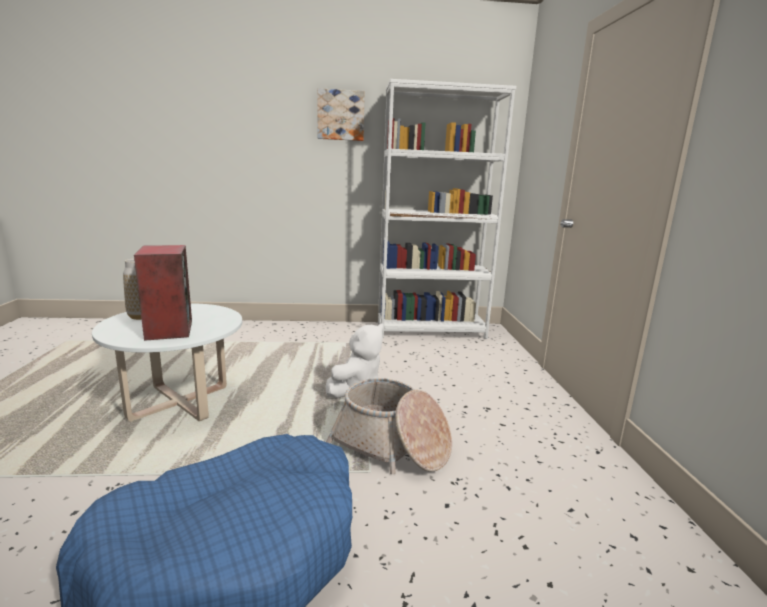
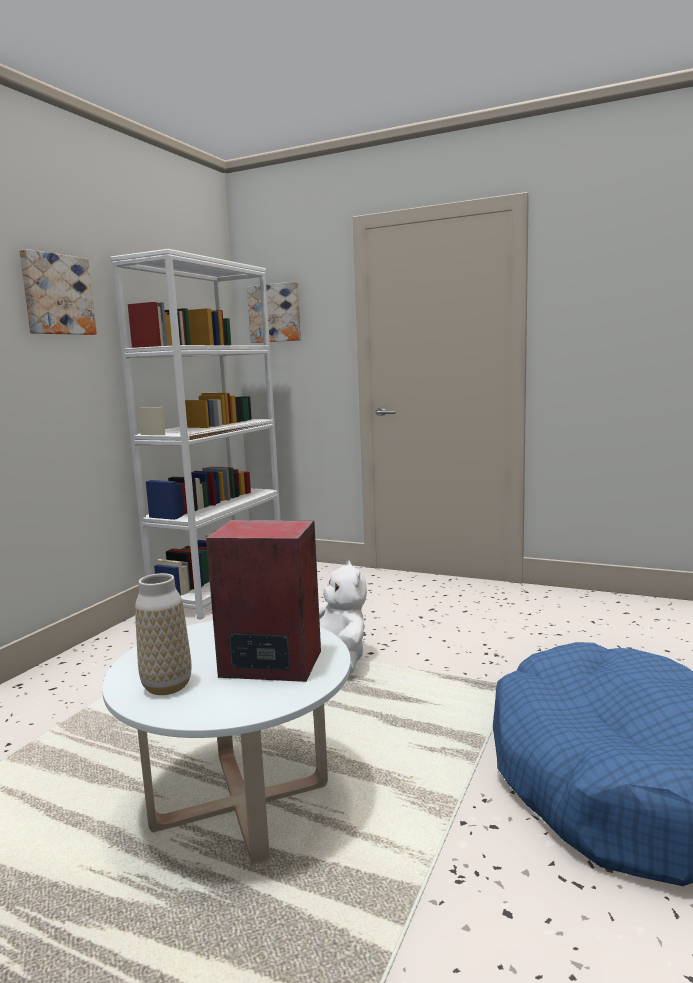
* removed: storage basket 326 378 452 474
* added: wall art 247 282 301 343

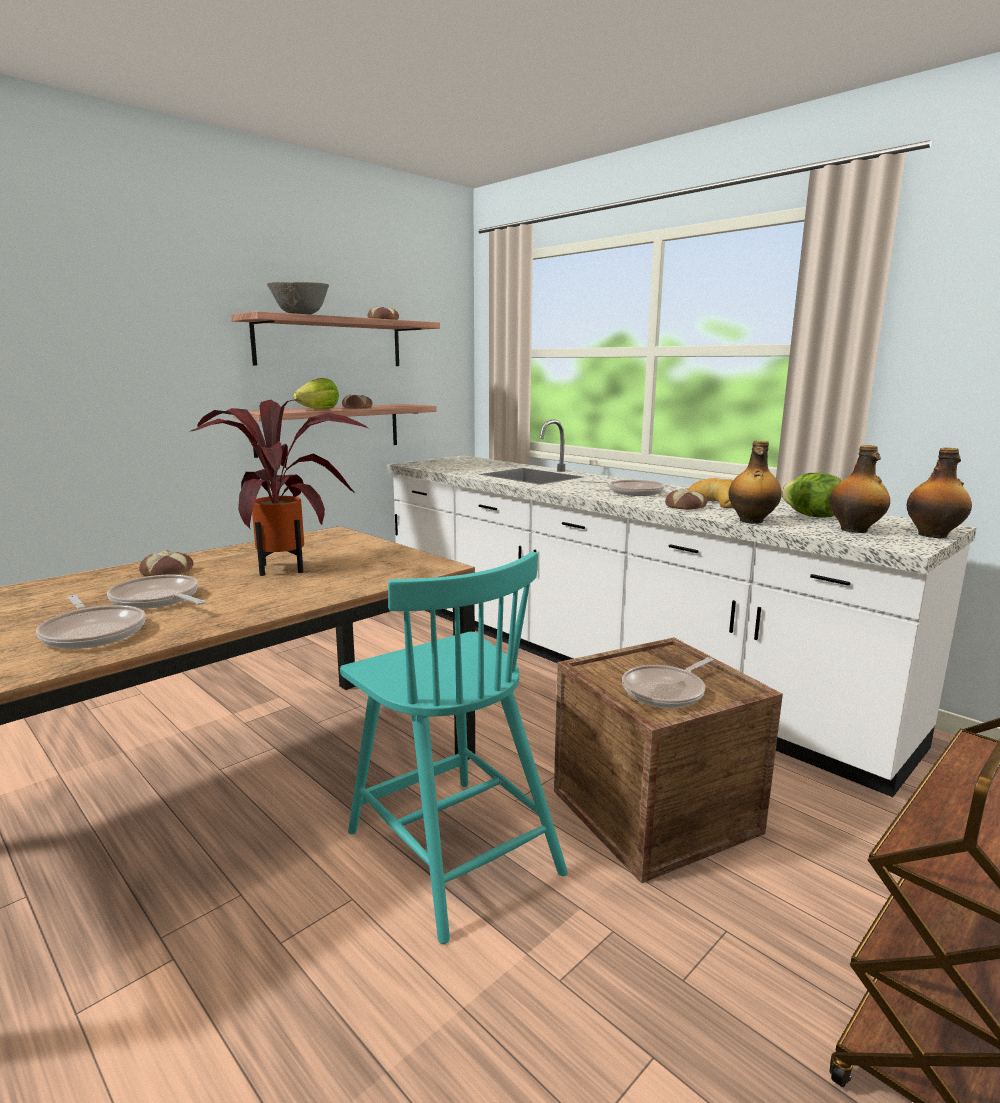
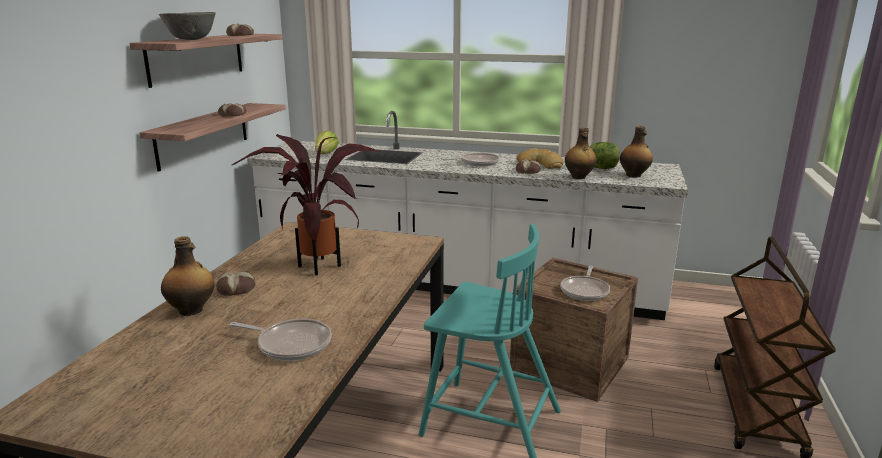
* removed: frying pan 107 574 206 609
* moved: head of lettuce 293 378 339 409 to 315 131 339 154
* moved: beverage bottle 907 447 972 538 to 161 236 214 316

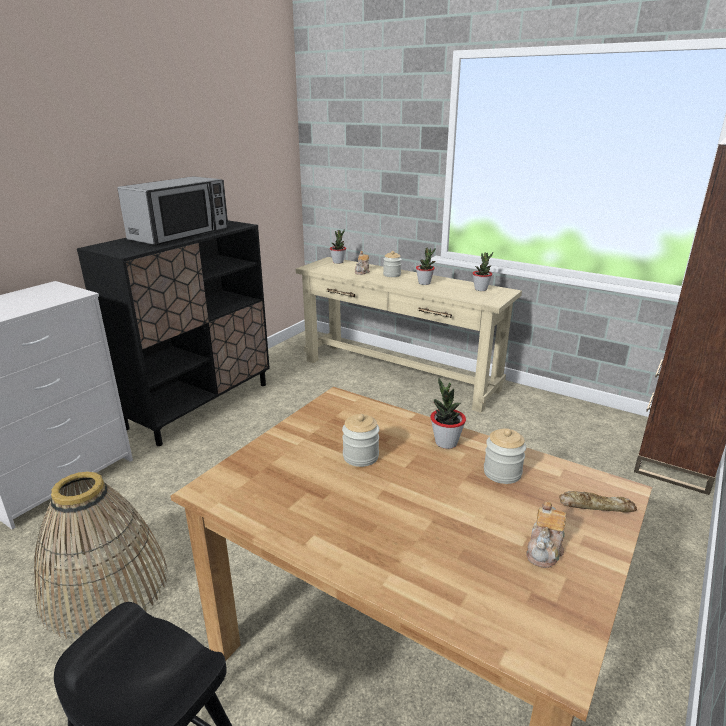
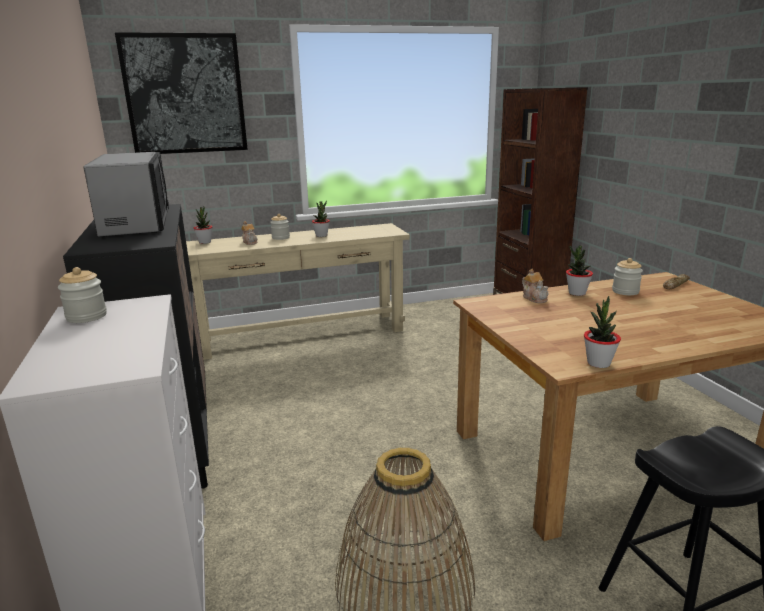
* moved: jar 342 414 379 467 to 58 267 107 323
* moved: plant in a pot 472 252 493 291 to 584 296 621 368
* moved: pot for tea 526 501 566 568 to 522 269 549 303
* added: wall art 115 32 248 154

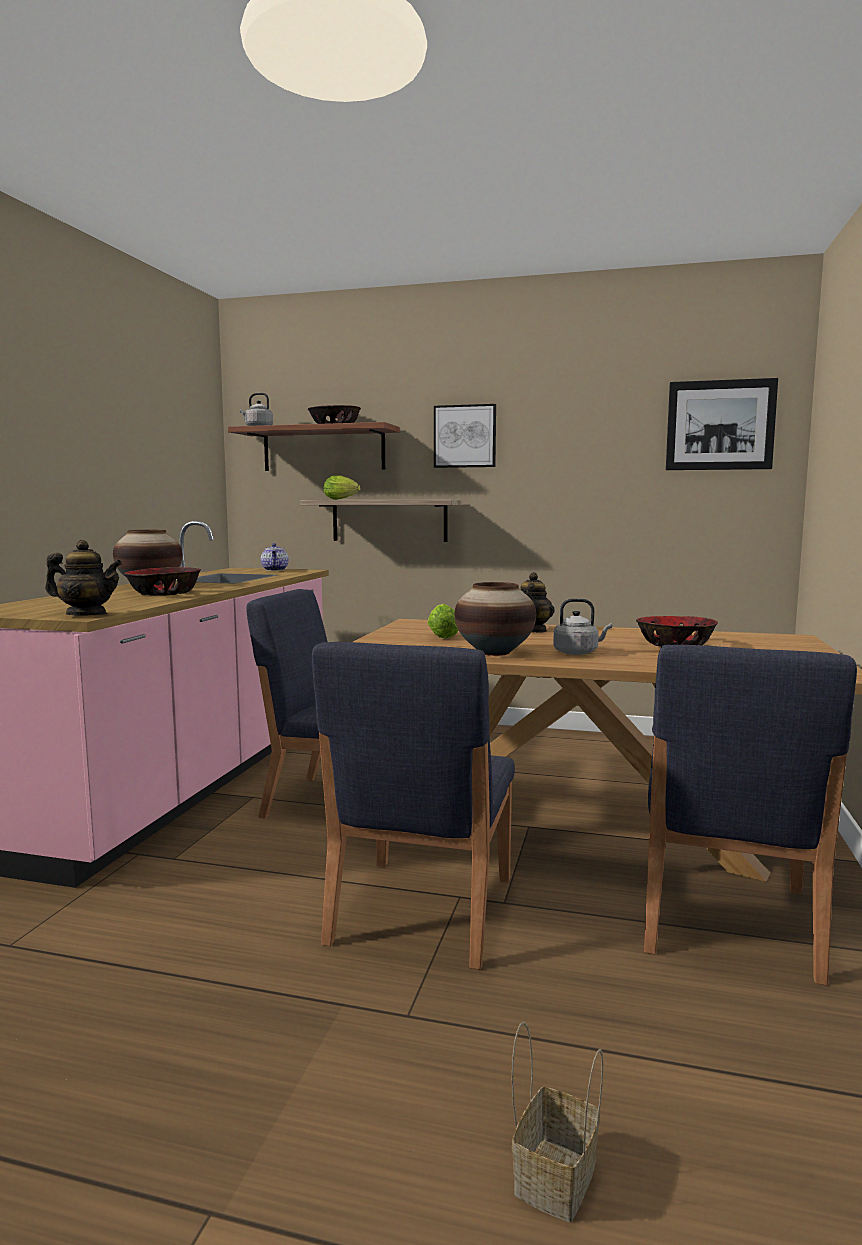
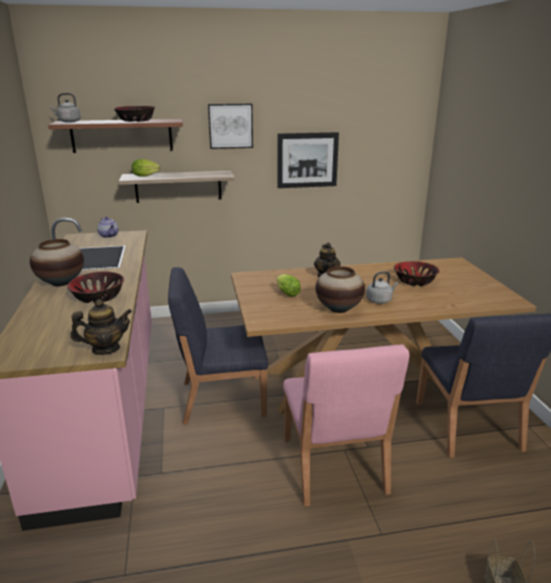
* recoloured: bluish upright chair 312 642 515 970 to pink-coloured upright chair 283 345 410 507
* moved: wall art 666 378 778 470 to 277 132 339 188

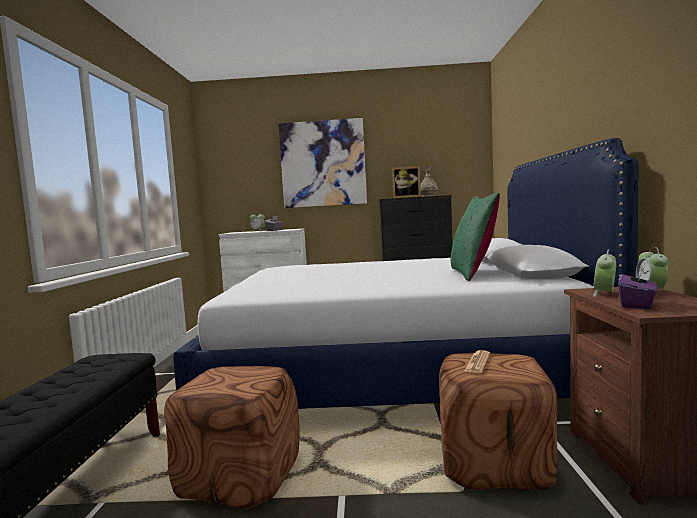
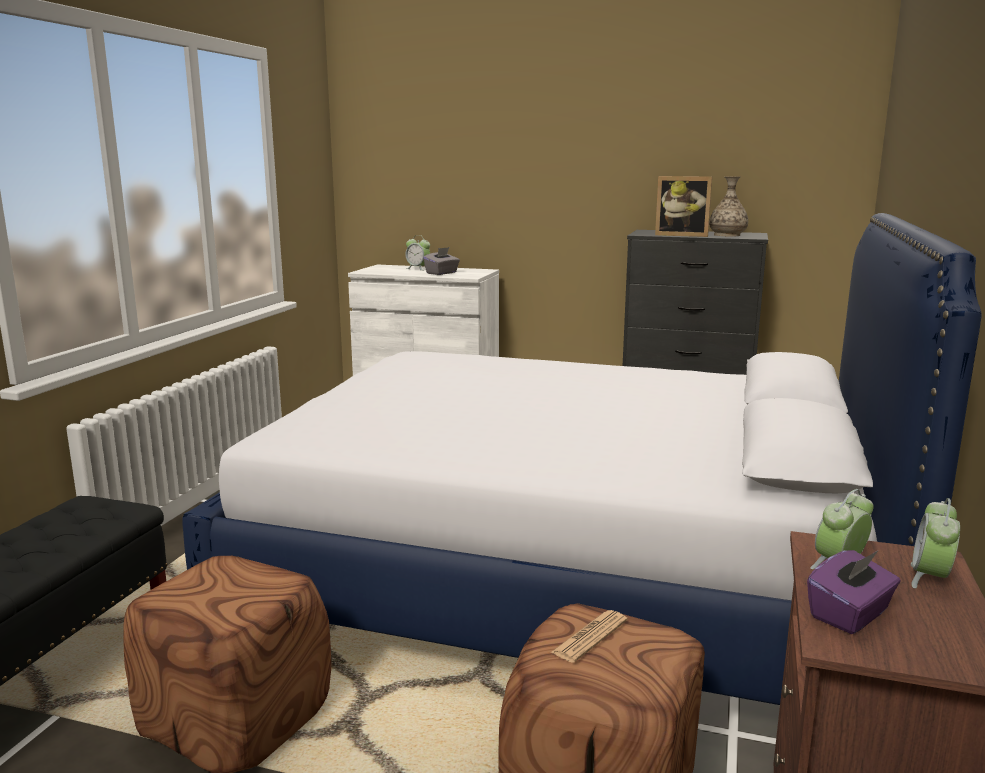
* removed: wall art 278 118 367 208
* removed: green pillow 451 193 500 281

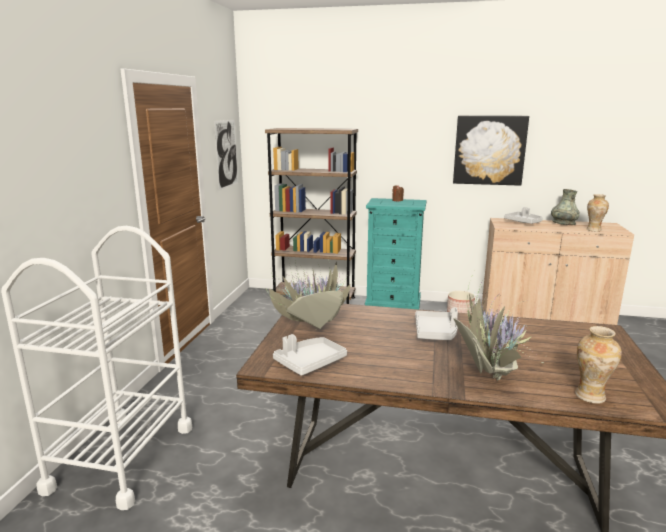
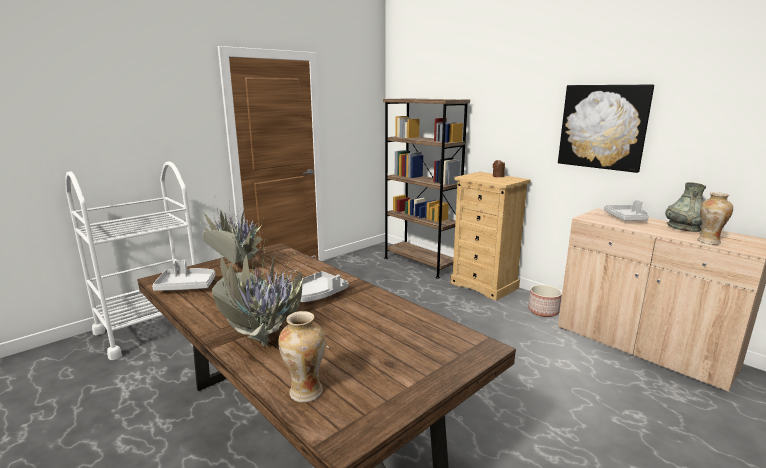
* removed: wall art 214 120 238 190
* recoloured: blue-green dresser 365 198 426 309 to sand-coloured dresser 450 172 531 301

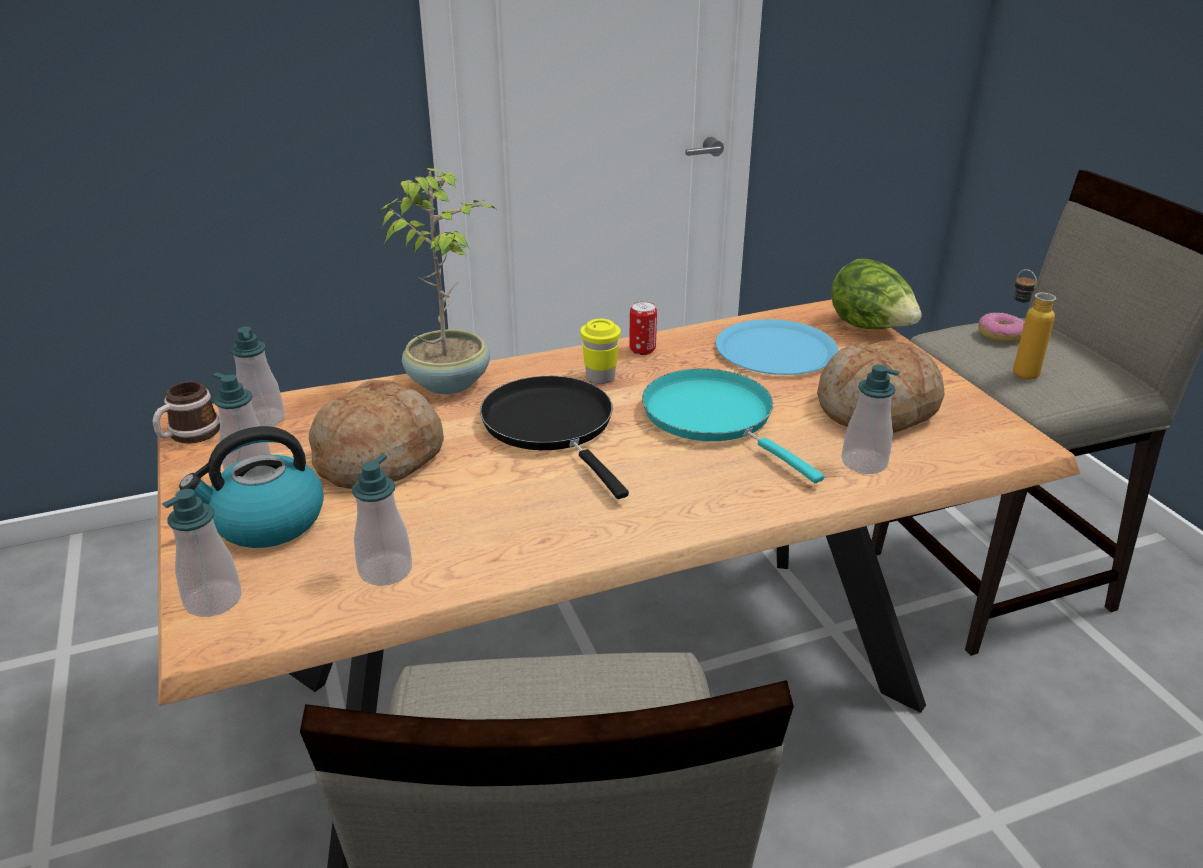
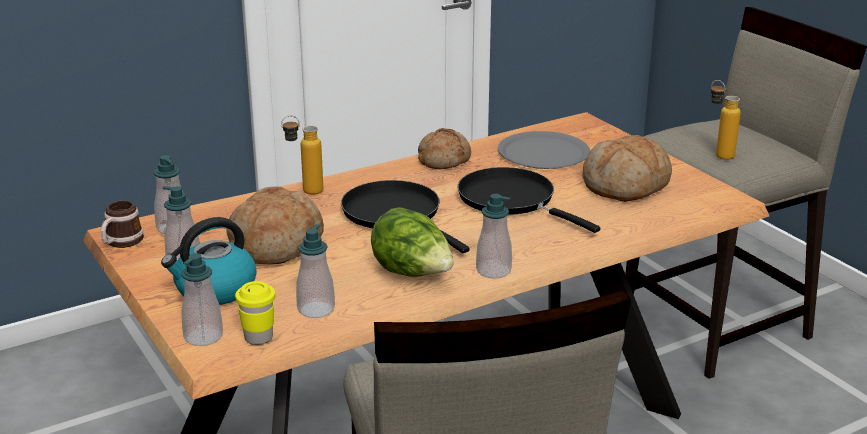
* replaced: plant in a pot 379 168 496 394 to beverage bottle 281 115 323 195
* moved: yellow-coloured small cup 580 319 621 384 to 235 281 275 345
* replaced: sealed can 629 301 657 355 to bakery bread 418 128 471 169
* recoloured: blue-green frying pan 642 369 824 483 to black frying pan 458 167 600 233
* recoloured: bluish plate 716 319 838 375 to gray plate 498 131 590 169
* moved: head of lettuce 831 258 922 329 to 371 207 454 277
* moved: soap dispenser 842 365 900 474 to 476 194 512 279
* removed: doughnut 978 312 1025 343

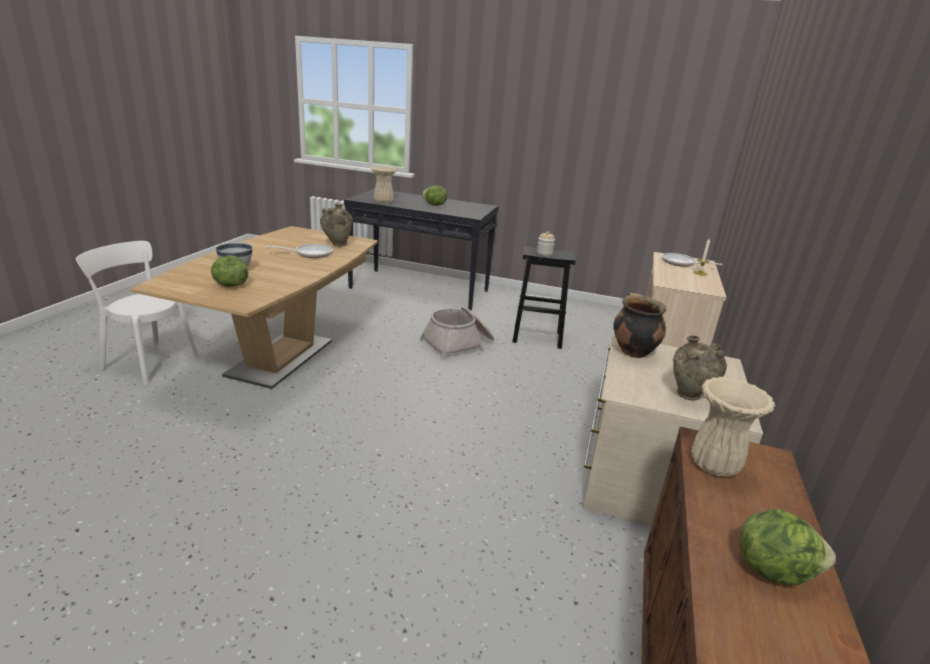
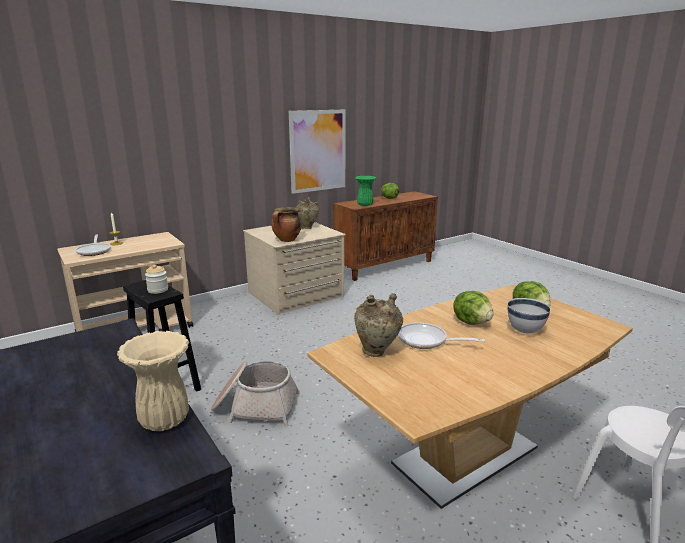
* moved: head of lettuce 422 185 447 206 to 453 291 493 325
* recoloured: sand-coloured vase 691 377 775 477 to green vase 355 176 376 206
* added: wall art 289 110 345 194

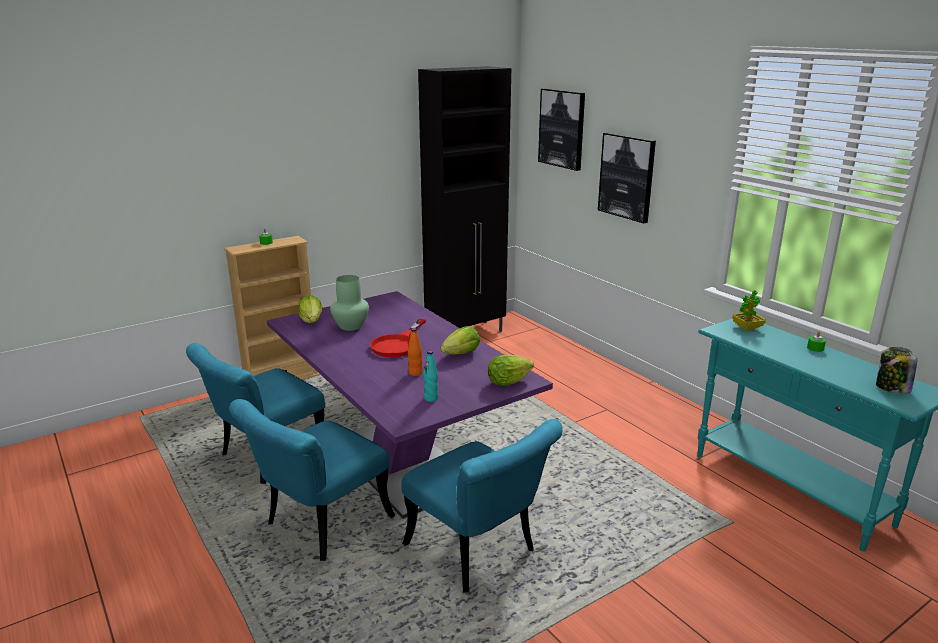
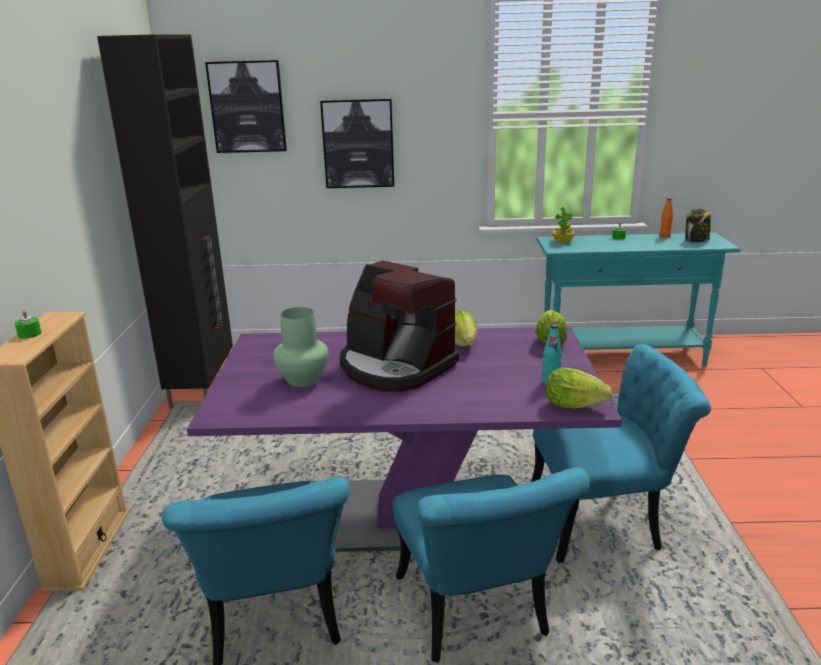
* moved: head of lettuce 299 296 323 323 to 546 367 612 409
* replaced: reddish frying pan 370 319 426 357 to coffee maker 339 260 459 392
* moved: orange beverage bottle 408 328 423 376 to 659 198 673 238

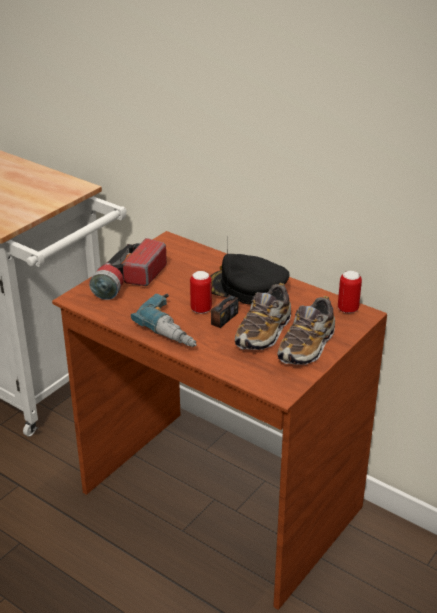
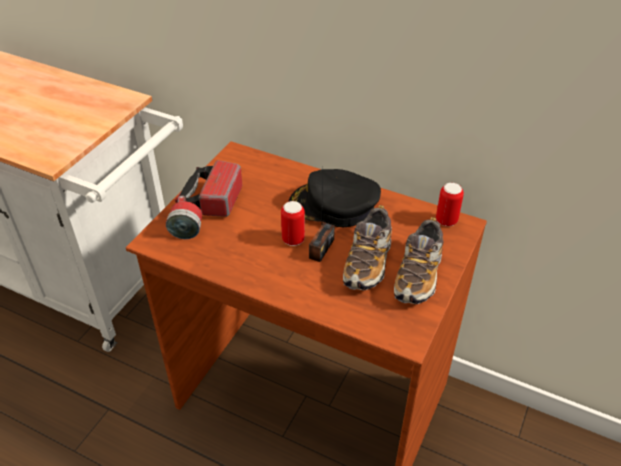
* removed: electric drill 131 294 197 347

